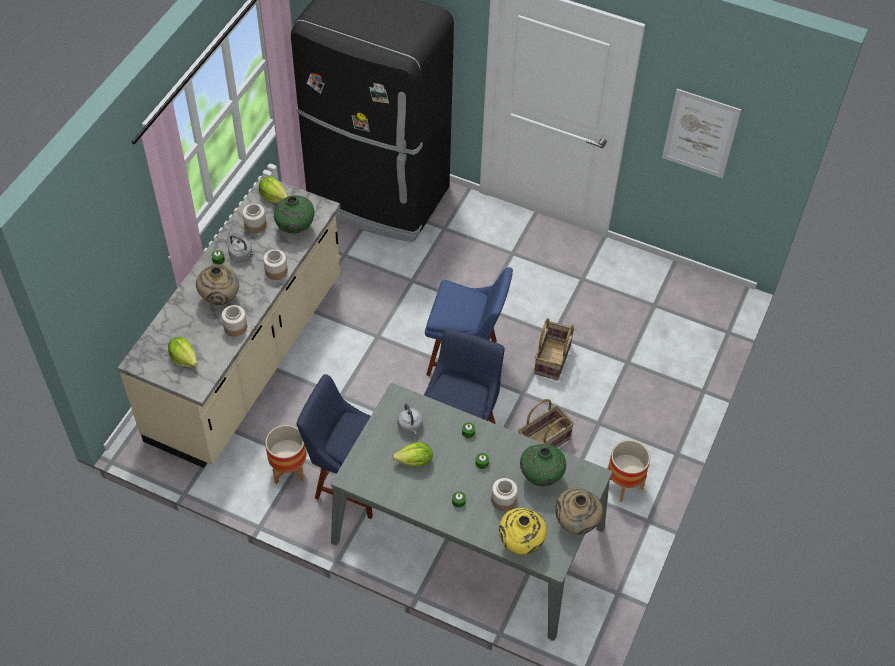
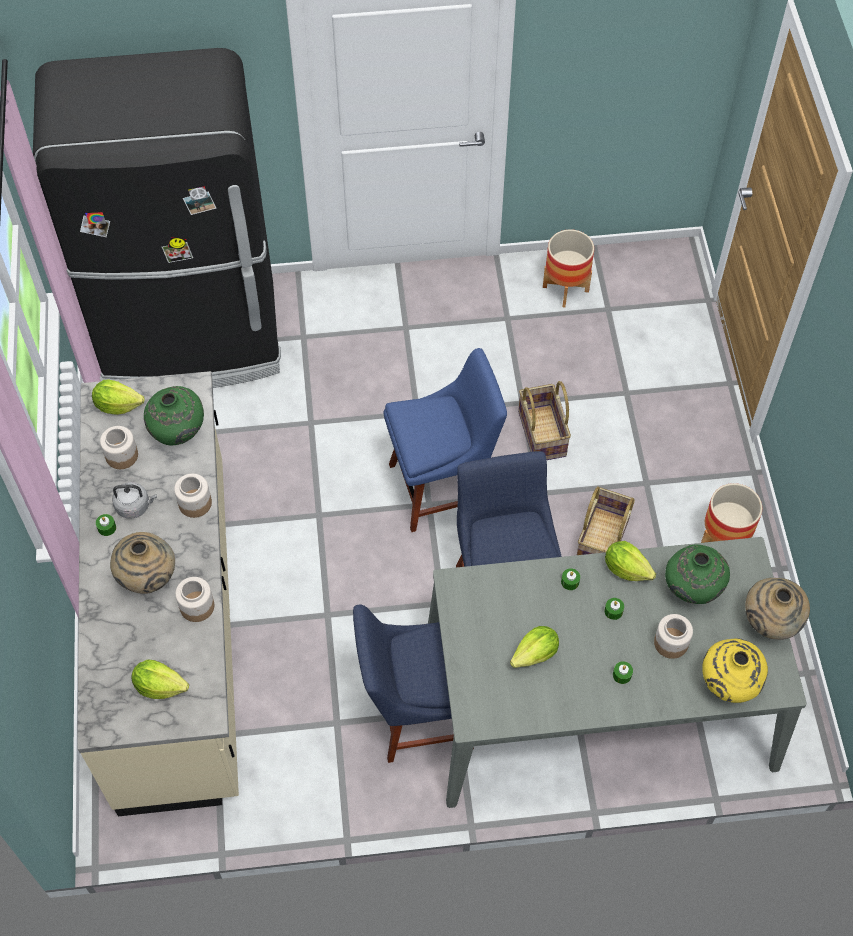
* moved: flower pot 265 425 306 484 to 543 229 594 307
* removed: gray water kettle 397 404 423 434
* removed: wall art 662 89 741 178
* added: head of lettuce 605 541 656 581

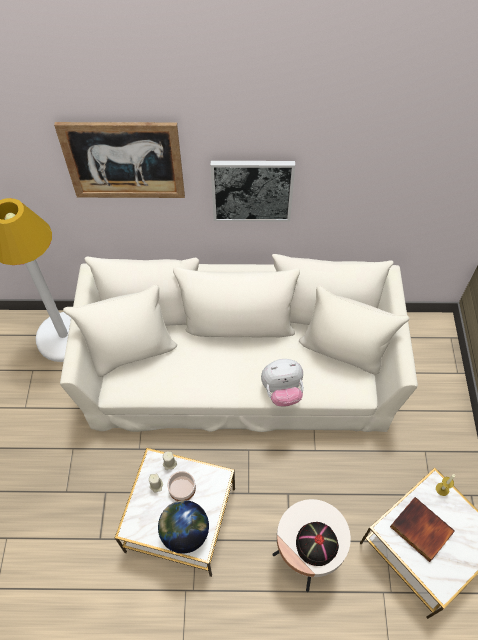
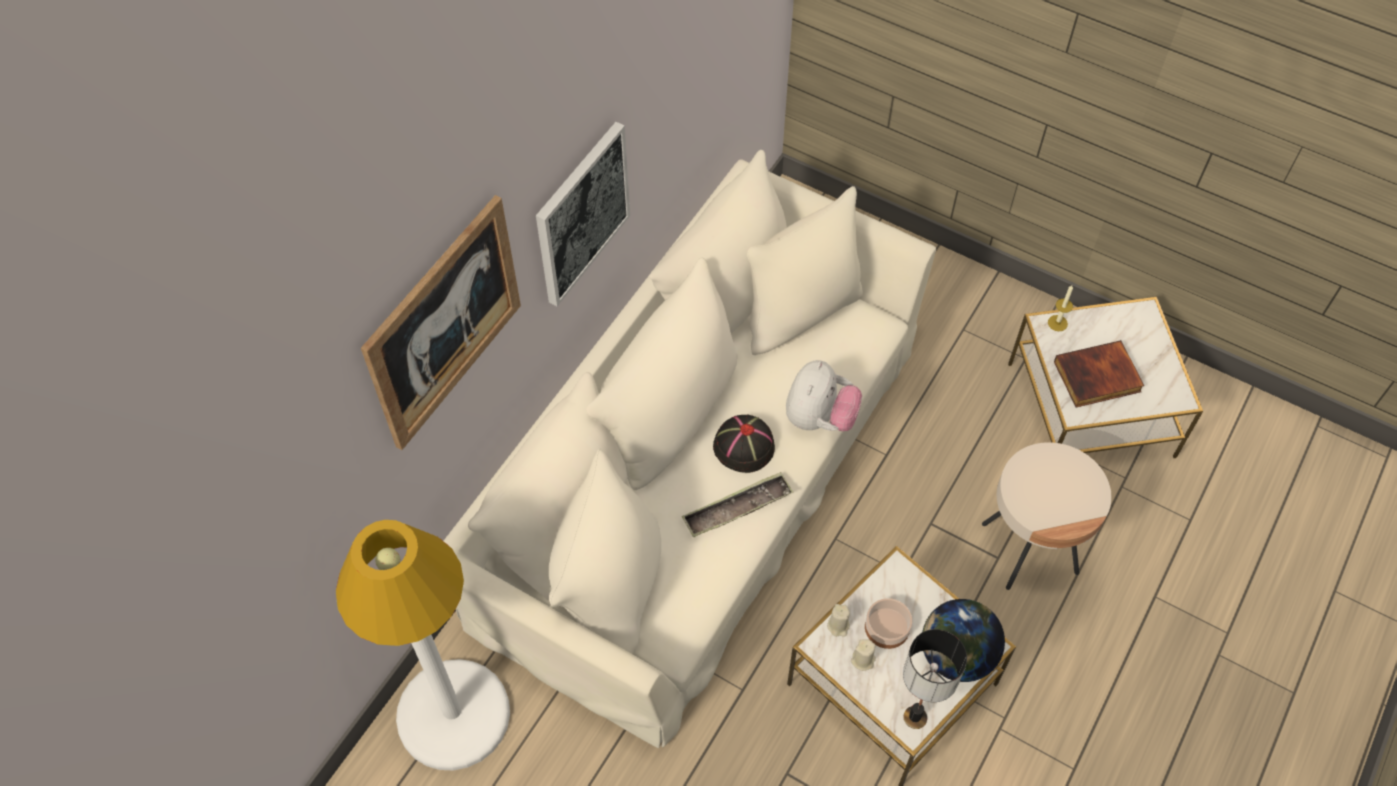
* moved: black wearable hat 296 522 339 566 to 713 414 775 473
* added: carrying tray 681 472 793 537
* added: lamp for a table 903 629 967 729

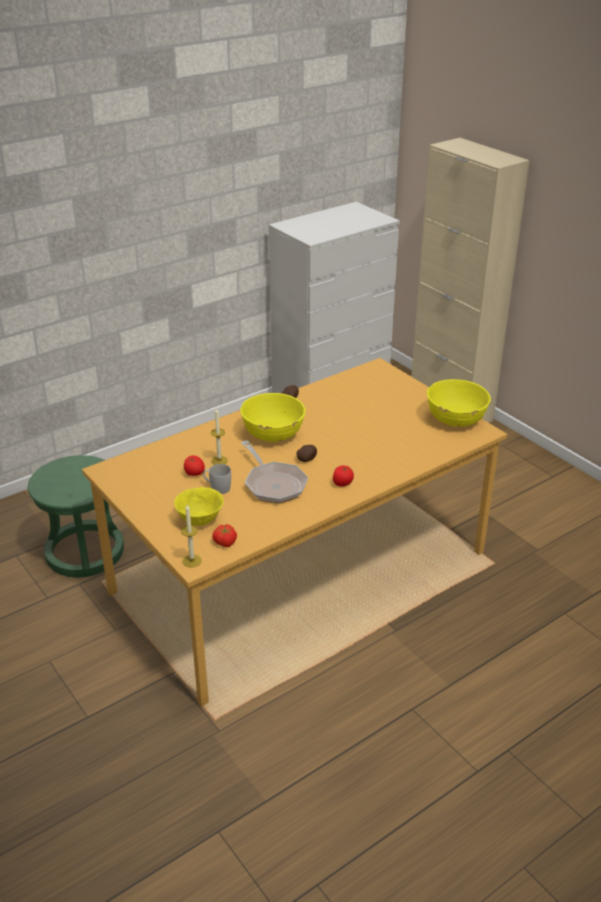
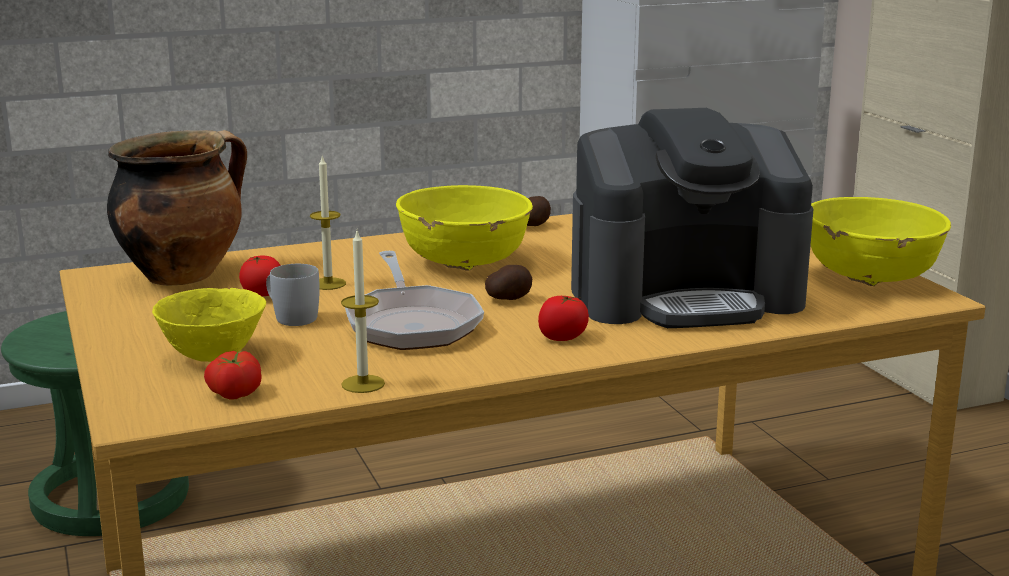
* moved: wax light 181 505 202 567 to 341 231 385 393
* added: stockpot 107 130 247 286
* added: coffee maker 571 108 814 328

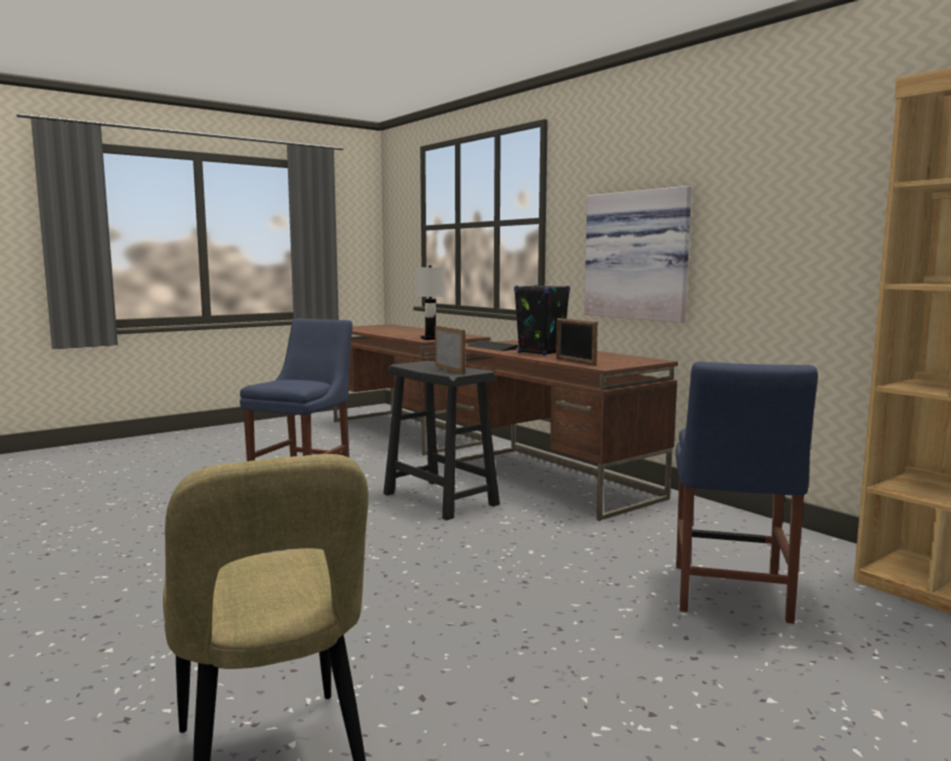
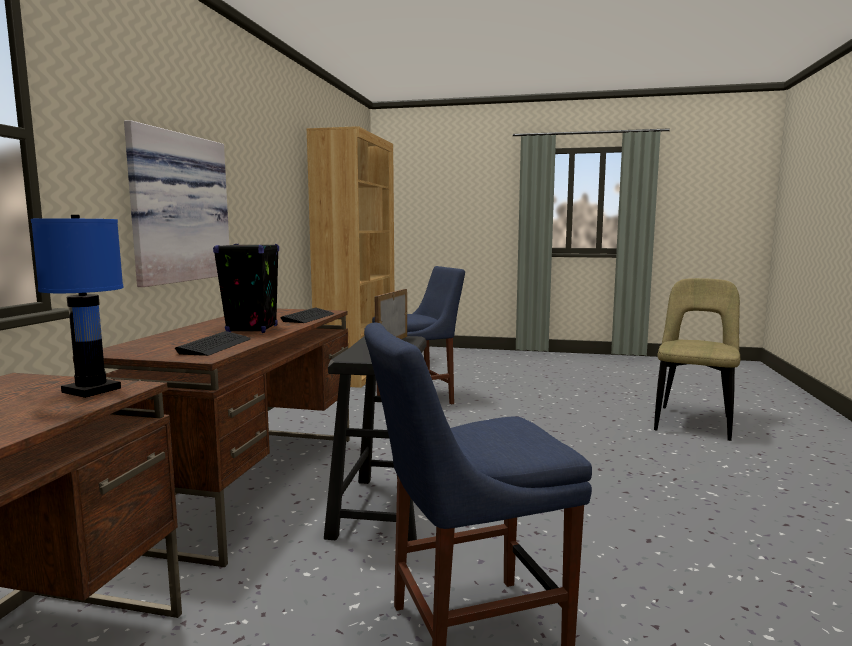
* recoloured: white-coloured lamp for a table 415 266 445 340 to bluish lamp for a table 31 215 123 398
* replaced: photo frame 556 318 598 366 to computer keyboard 280 308 335 323

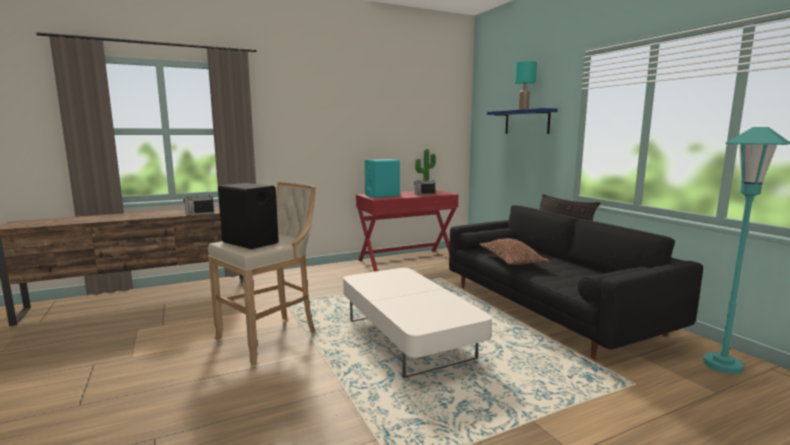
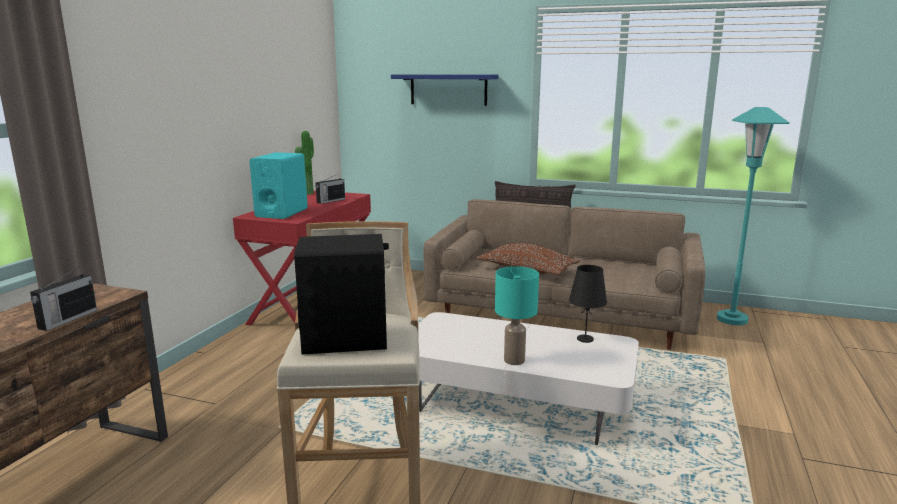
* recoloured: black sofa 449 205 703 359 to sand-coloured sofa 424 199 705 350
* moved: blue-green lamp for a table 515 61 537 110 to 495 266 539 365
* added: black lamp for a table 569 265 607 343

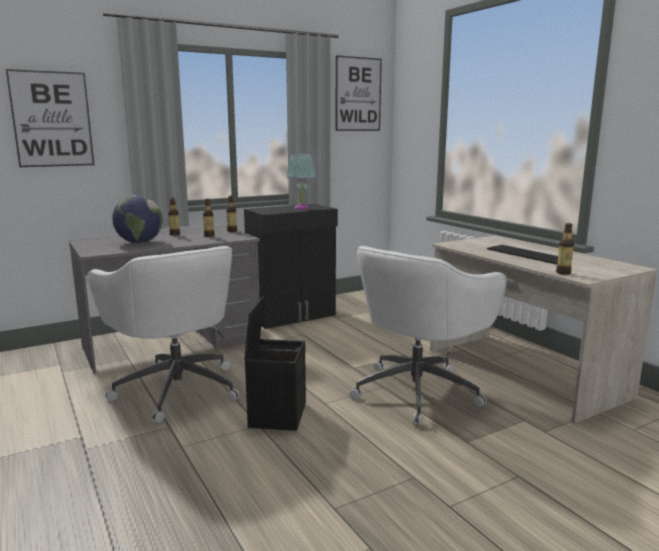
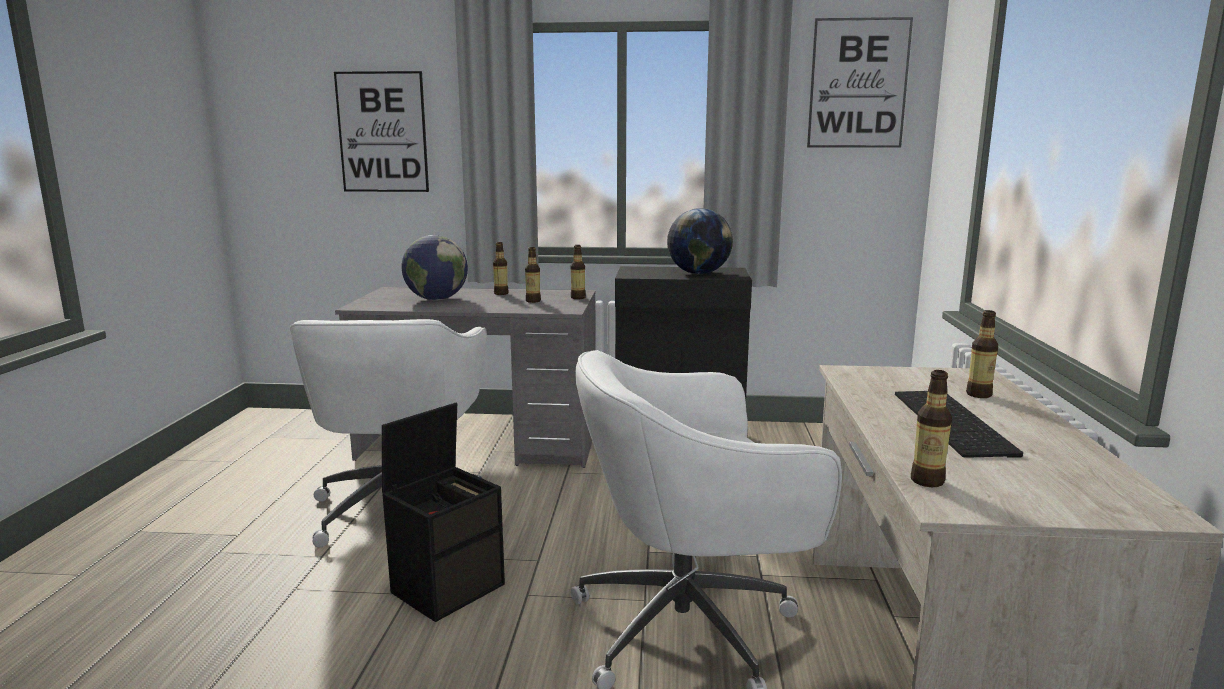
* replaced: blue-green lamp for a table 287 154 316 210 to globe 667 208 733 274
* added: beverage bottle 966 310 998 398

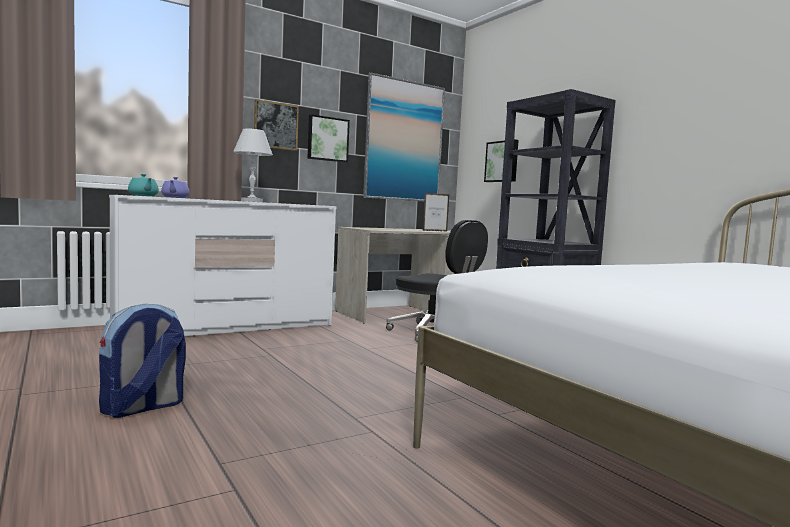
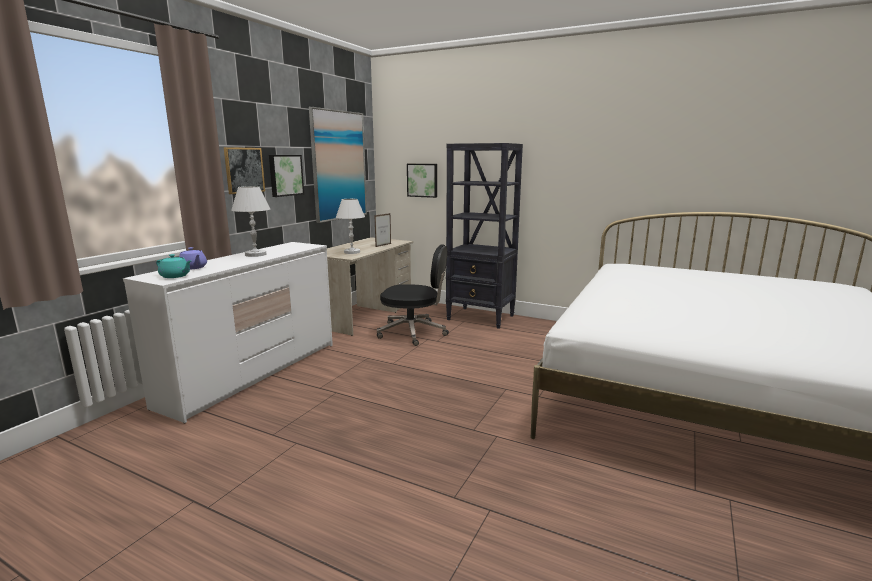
* removed: backpack 99 304 186 418
* added: white-coloured lamp for a table 336 199 365 254

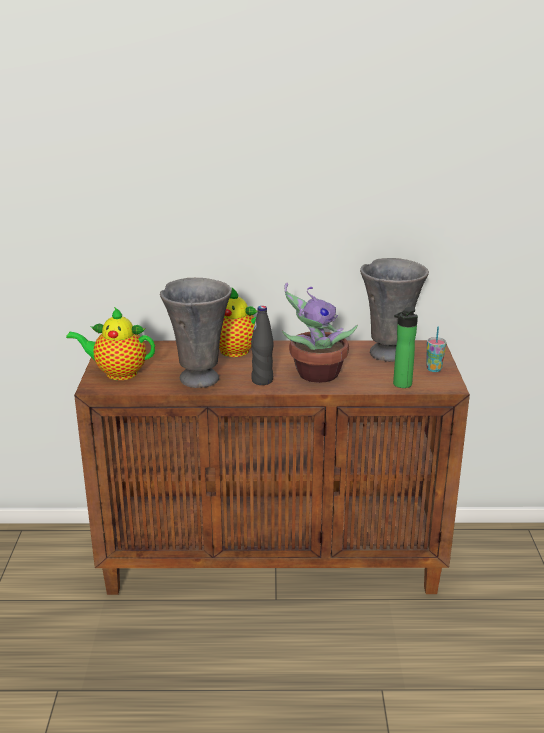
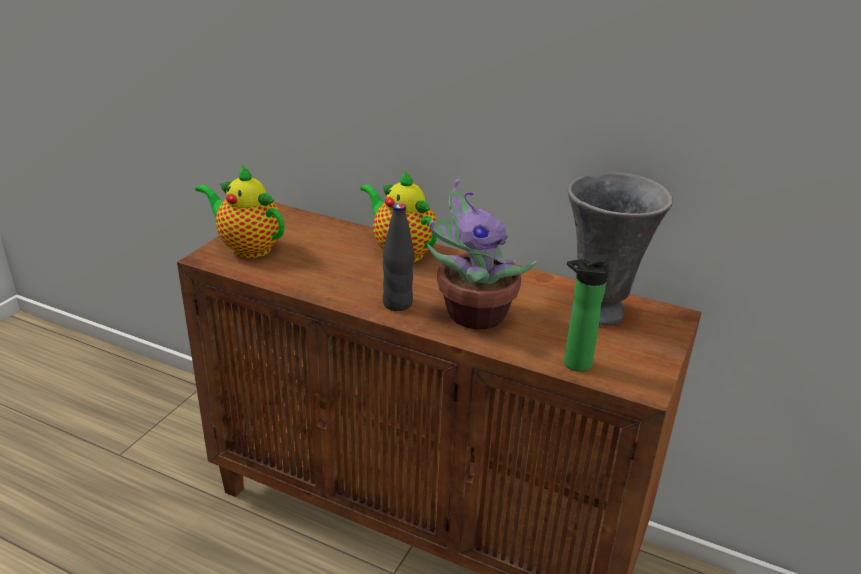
* removed: gray vase 160 278 232 388
* removed: small cup 426 327 446 372

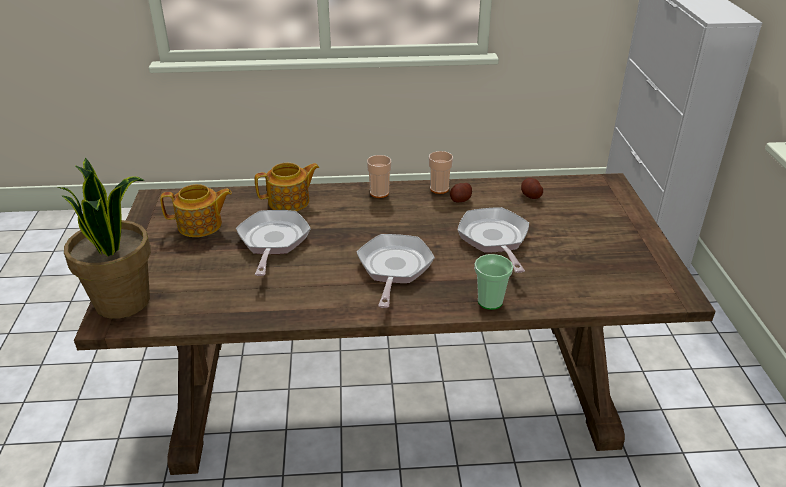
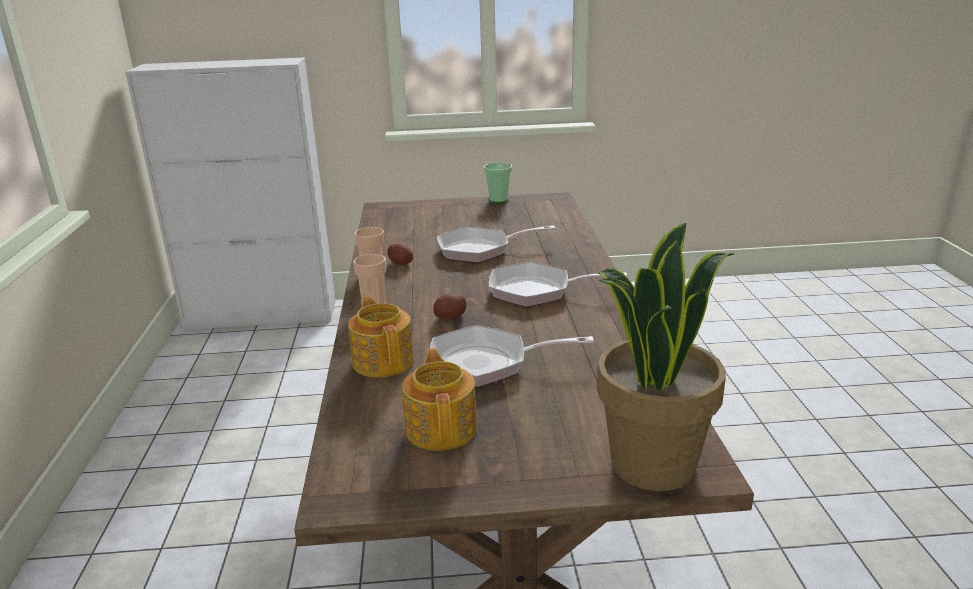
* moved: small cup 474 254 513 310 to 484 162 512 203
* moved: whole potato 521 178 543 199 to 433 293 466 319

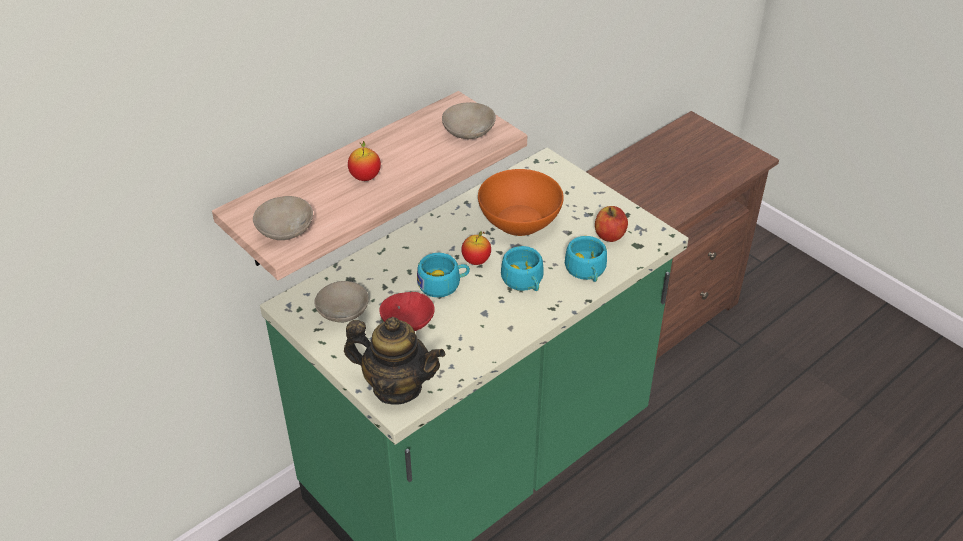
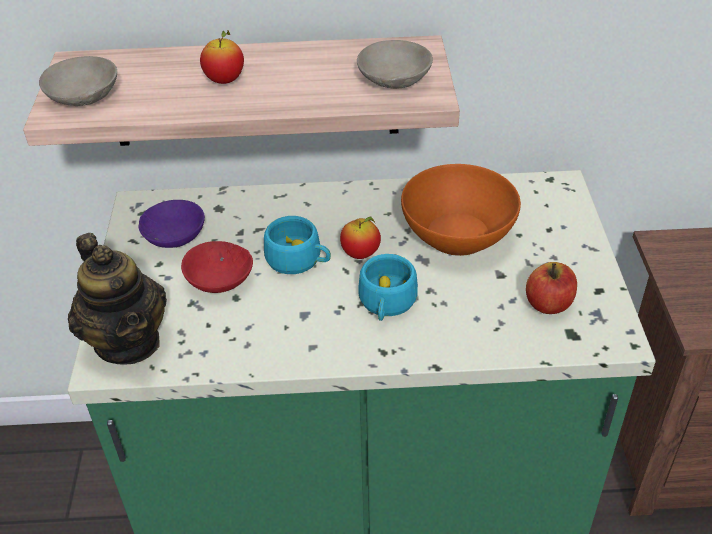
* recoloured: sand-coloured serving bowl 314 281 369 323 to purple serving bowl 139 200 205 248
* removed: blue-green small cup 565 236 607 282

